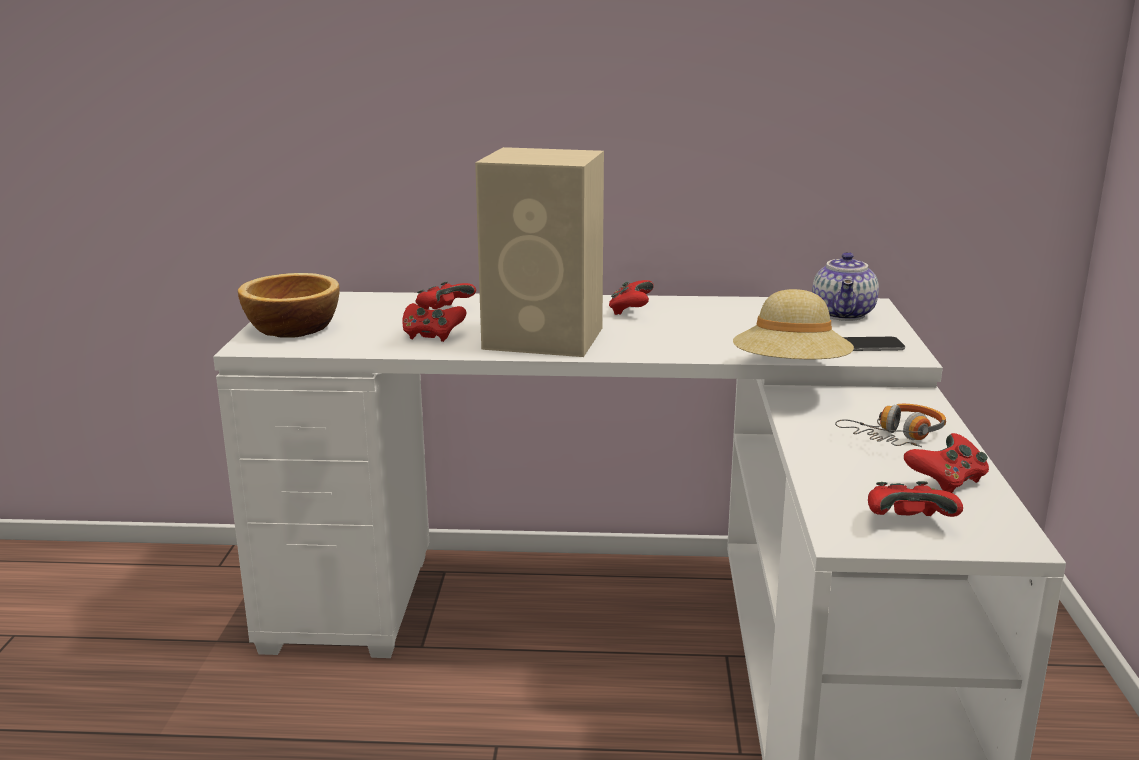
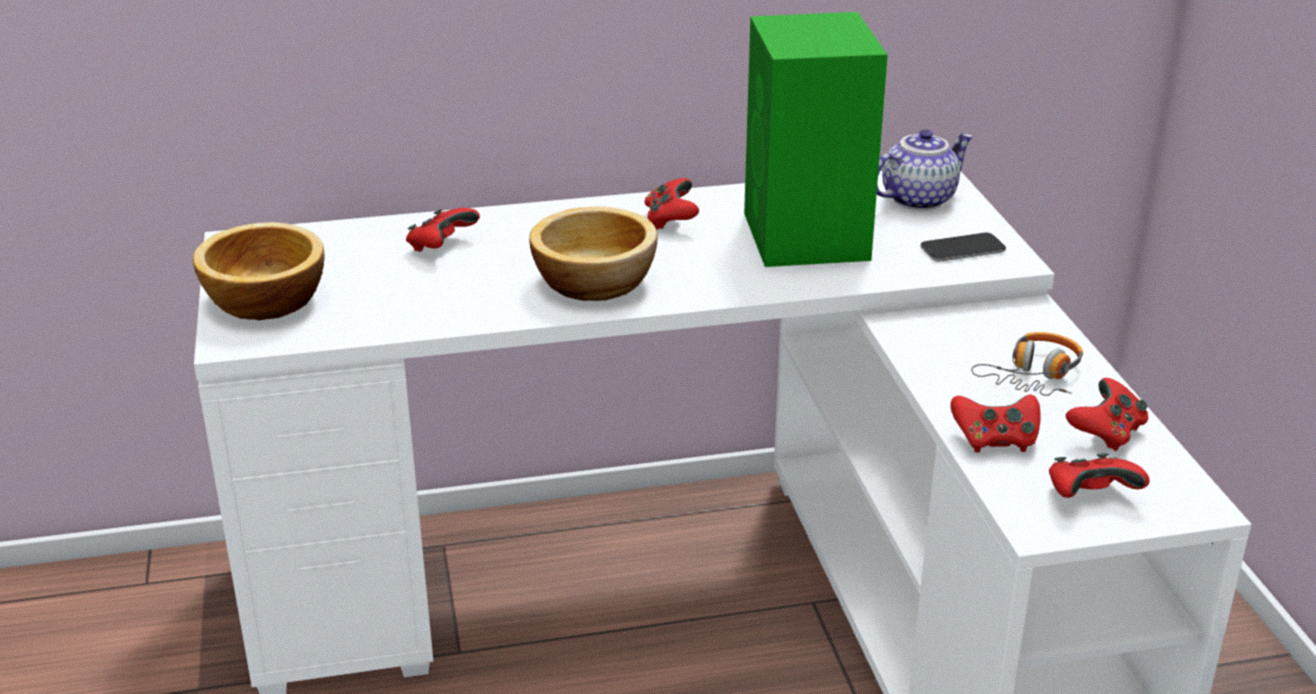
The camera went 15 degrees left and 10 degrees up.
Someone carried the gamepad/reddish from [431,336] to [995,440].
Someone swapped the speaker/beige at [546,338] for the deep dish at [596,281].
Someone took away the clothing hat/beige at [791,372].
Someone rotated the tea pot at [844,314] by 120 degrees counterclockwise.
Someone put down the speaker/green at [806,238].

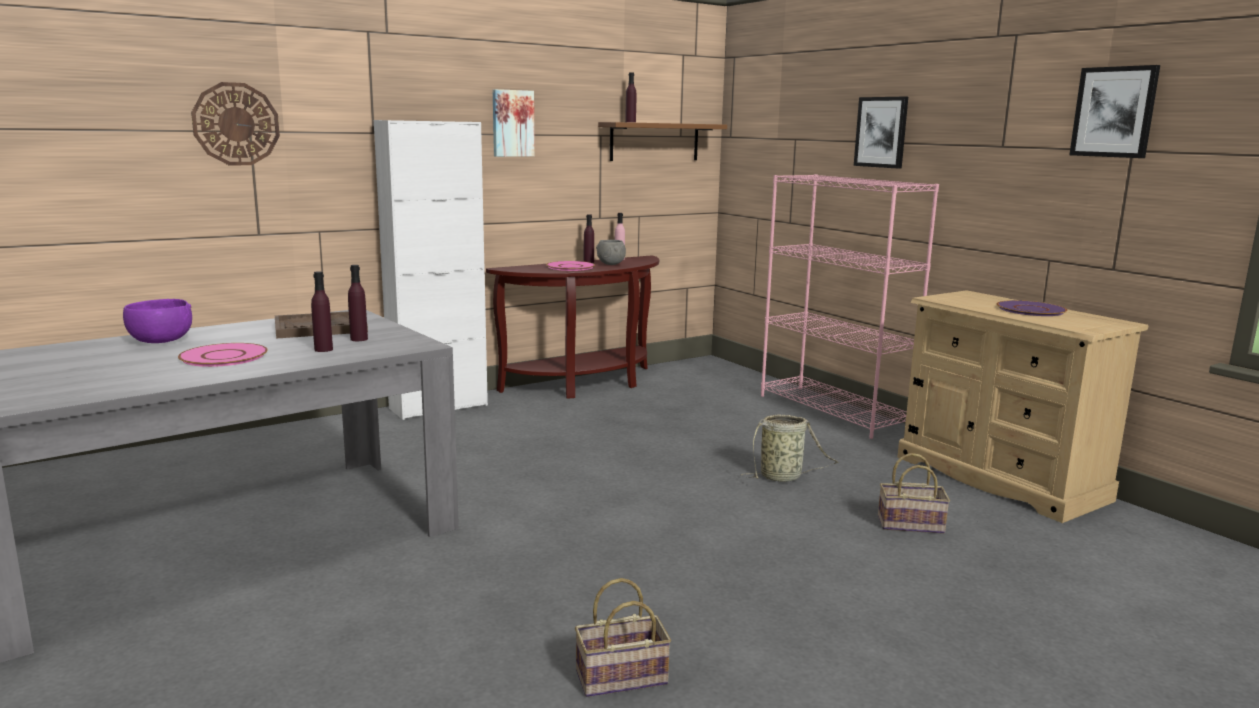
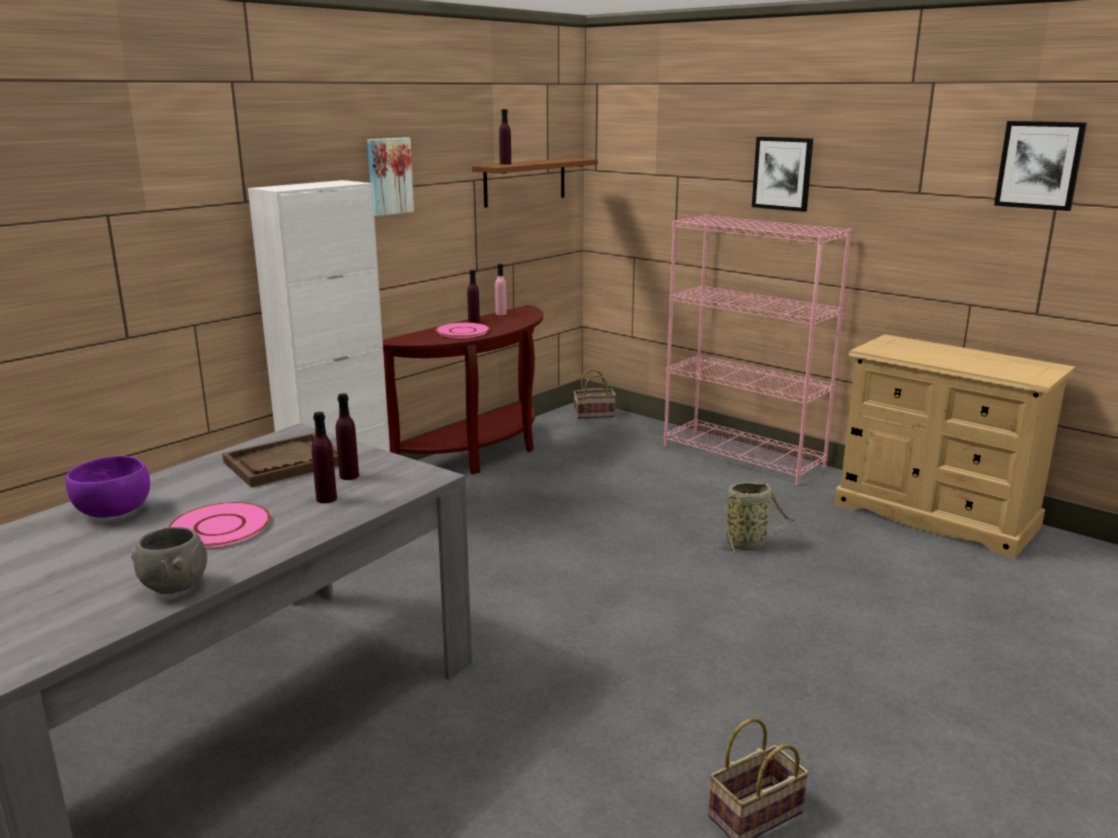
The camera went 15 degrees left and 5 degrees up.
Someone took away the wall clock at [236,124].
Someone carried the deep dish/gray from [610,264] to [173,587].
Someone carried the storage basket from [912,524] to [595,414].
Someone took away the dinner plate/purplish at [1031,310].

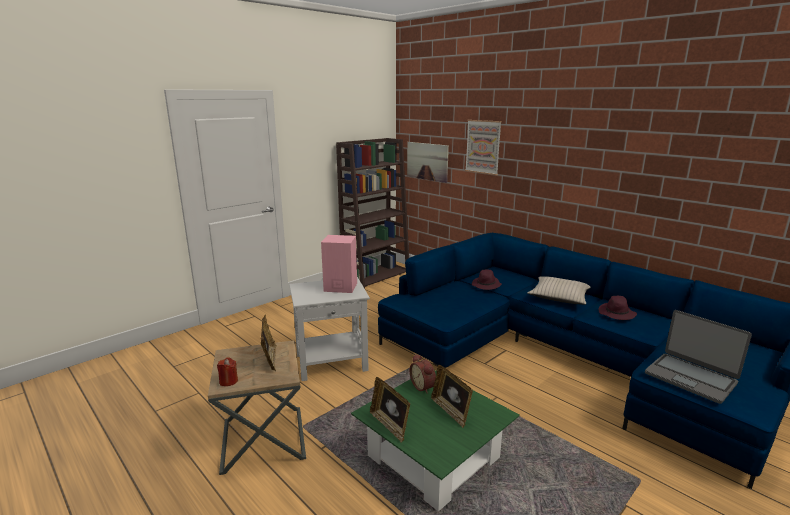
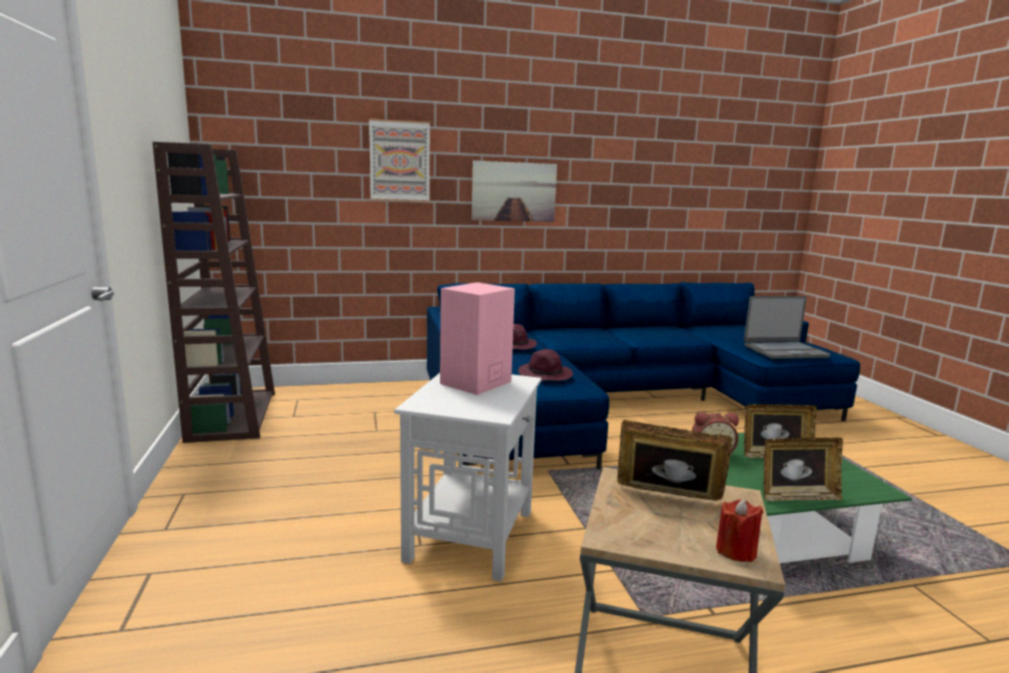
The camera went 60 degrees left and 5 degrees down.
Someone carried the wall picture from [427,161] to [514,191].
Someone took away the throw pillow/beige at [559,297].
Someone carried the clothing hat/purplish from [617,314] to [545,376].

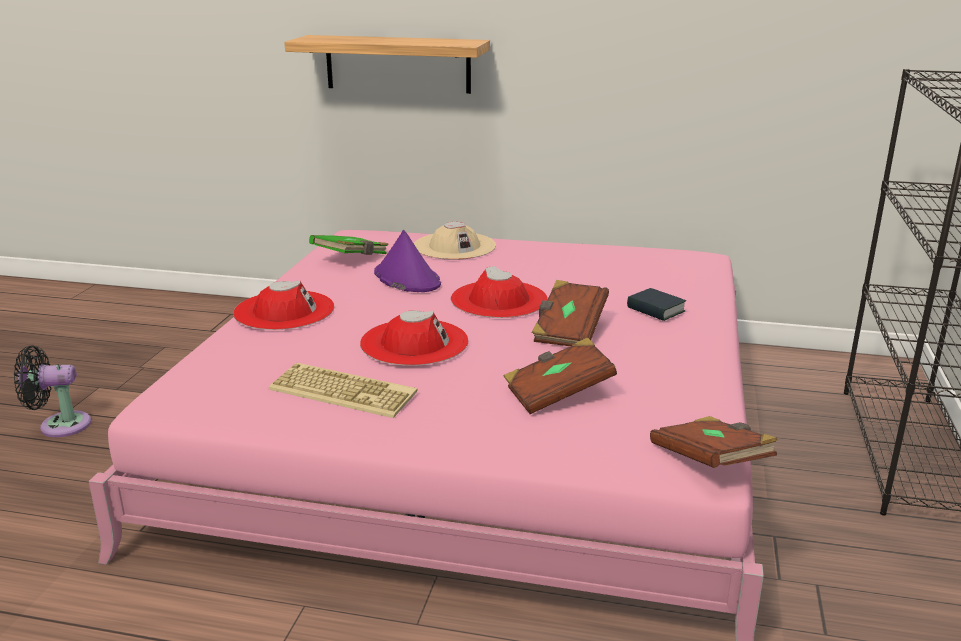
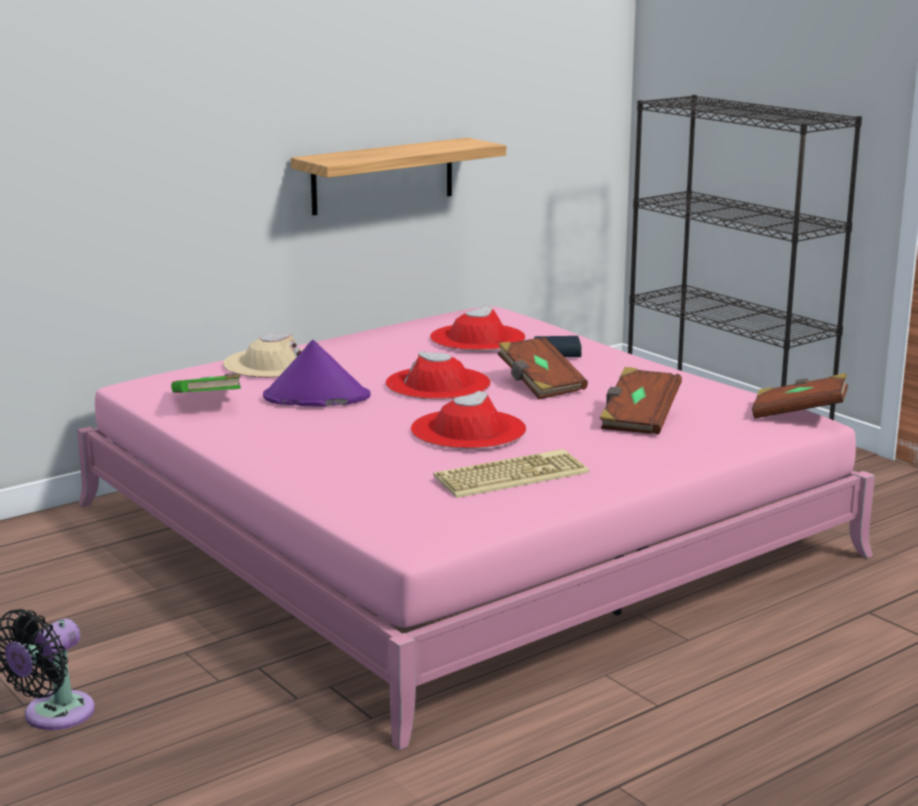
The camera went 50 degrees left and 5 degrees down.
Someone carried the clothing hat/reddish from [284,310] to [477,338].
Someone carried the shelf from [397,64] to [383,176].

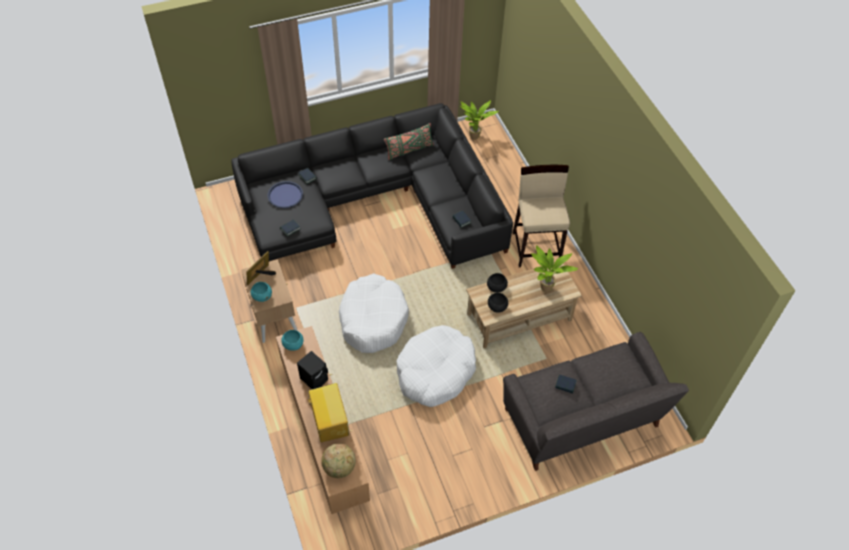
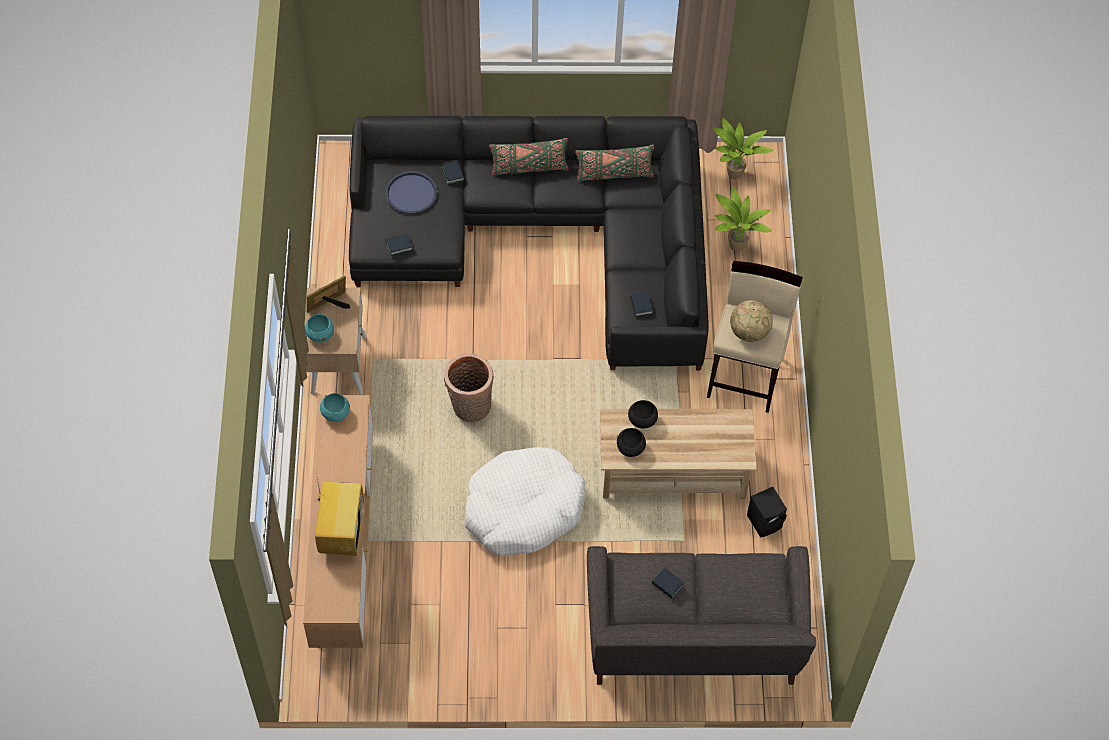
The camera went 20 degrees right and 5 degrees up.
Someone carried the speaker/black-coloured from [315,378] to [765,521].
Someone carried the globe from [339,468] to [749,332].
Someone swapped the dog bed/whitish at [373,319] for the storage basket at [470,408].
Someone carried the potted plant from [545,289] to [735,248].
Someone put down the throw pillow/green at [529,168].

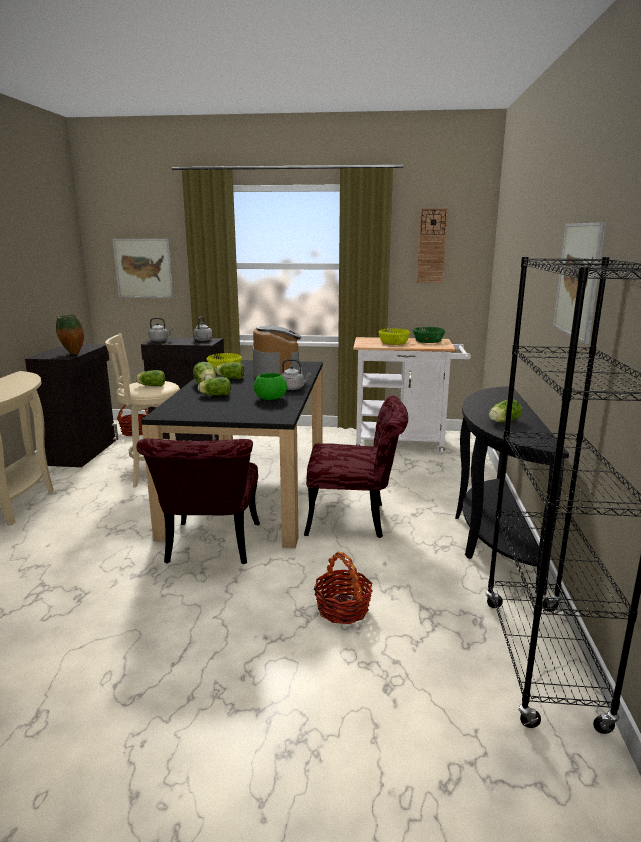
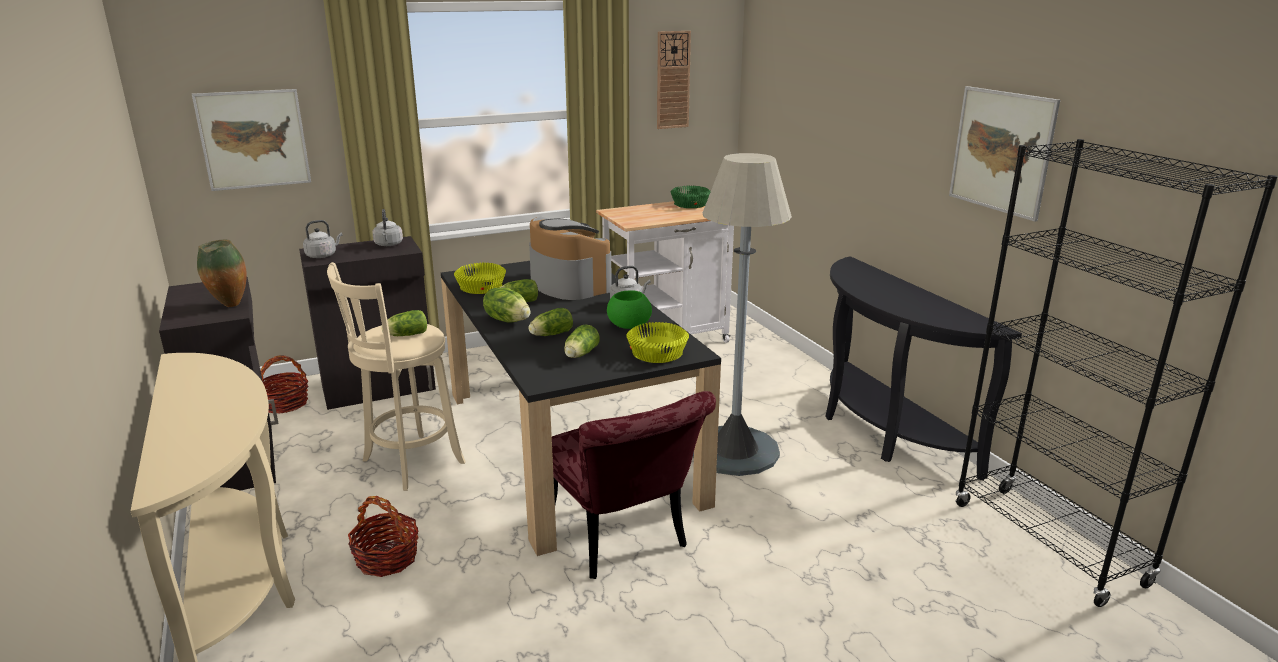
The camera went 30 degrees left and 5 degrees up.
Someone swapped the chair/reddish at [356,519] for the standing lamp/gray at [734,451].
Someone carried the storage basket from [343,609] to [387,558].
Someone carried the deep dish/yellow-coloured from [393,342] to [656,353].
Someone carried the lettuce head from [502,422] to [580,355].

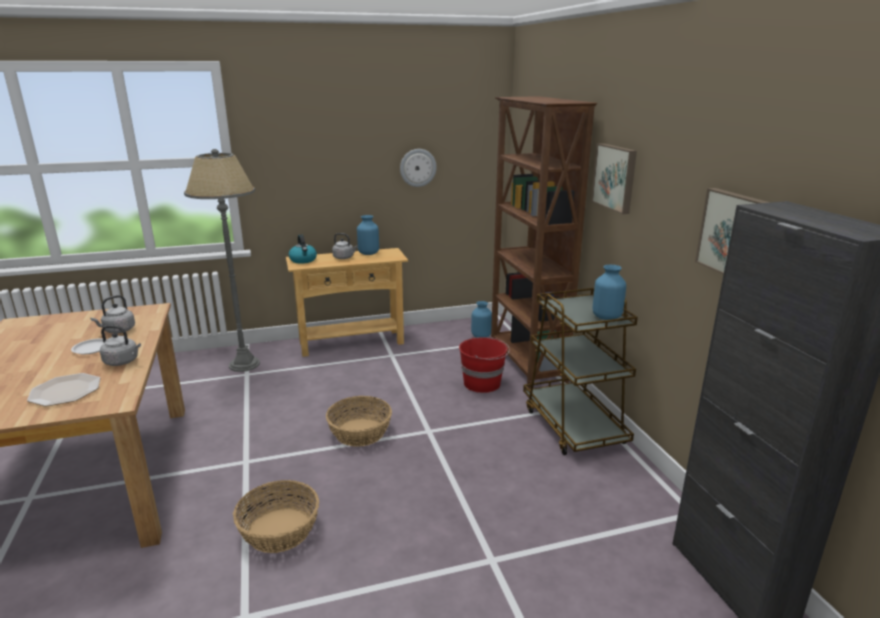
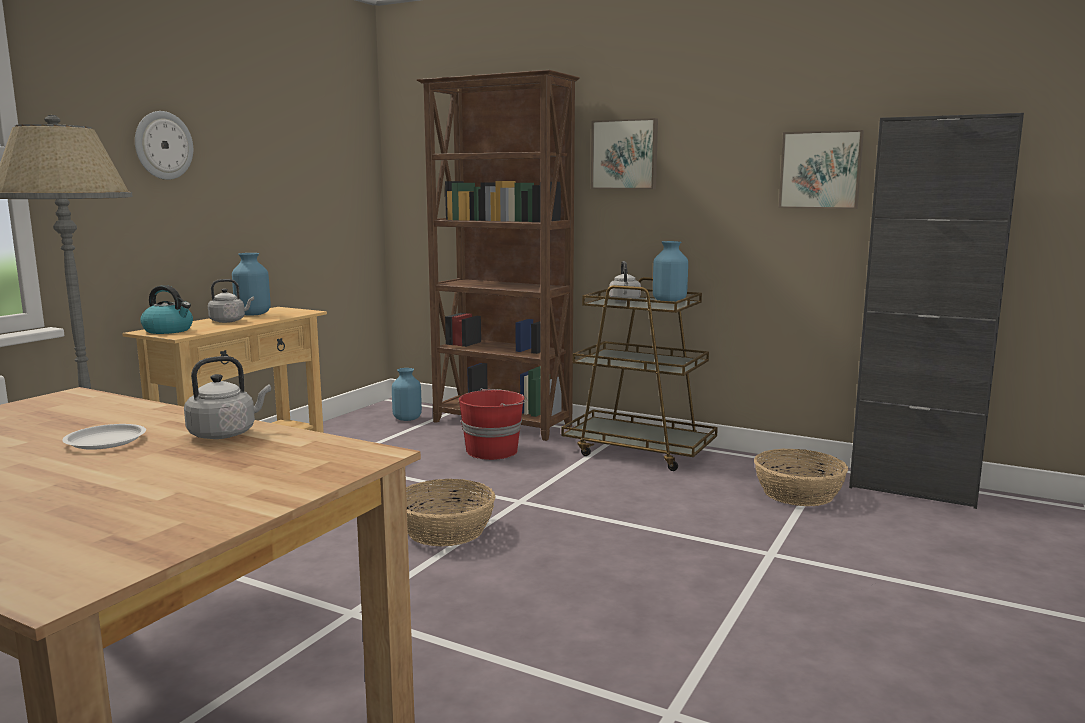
The camera went 45 degrees left and 10 degrees down.
Someone took away the dinner plate at [65,391].
Someone carried the water kettle/gray from [118,330] to [625,301].
Someone carried the storage basket from [280,530] to [798,493].
Someone carried the wall clock from [418,167] to [163,145].

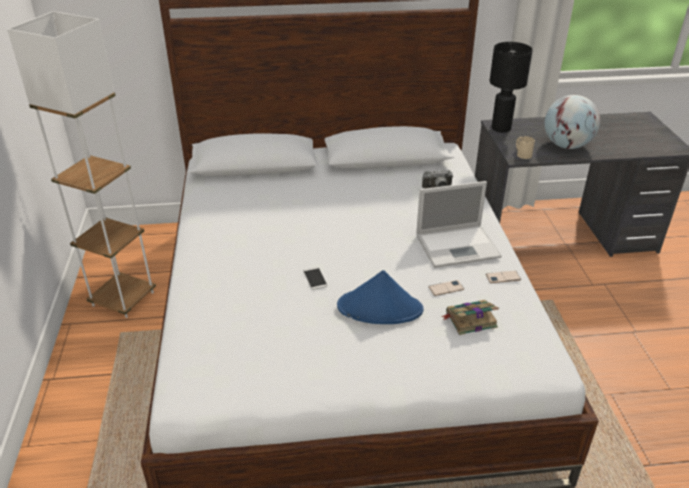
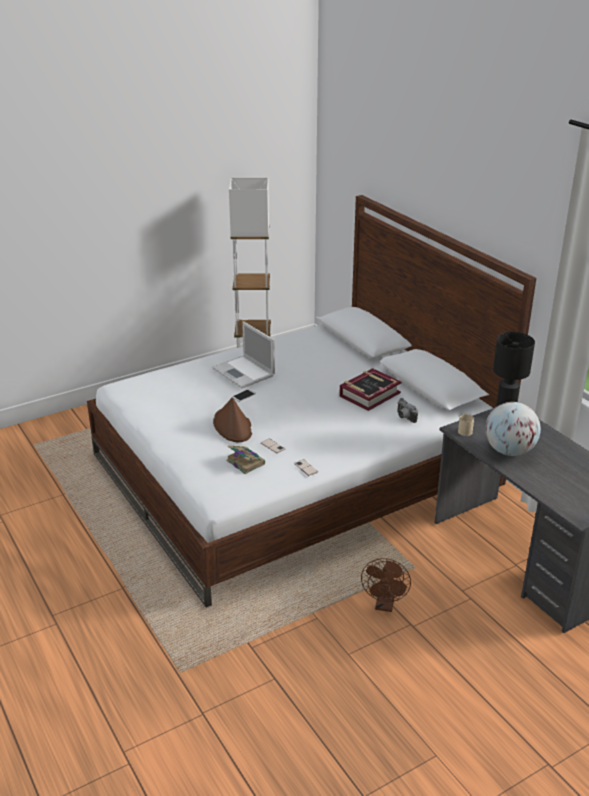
The camera went 65 degrees right and 5 degrees down.
Someone repainted the clothing hat/bluish at [380,308], which became the clothing hat/brownish at [233,426].
Someone carried the laptop from [459,246] to [244,372].
Someone put down the bound book at [369,394].
Someone put down the electric fan/brownish at [385,605].

